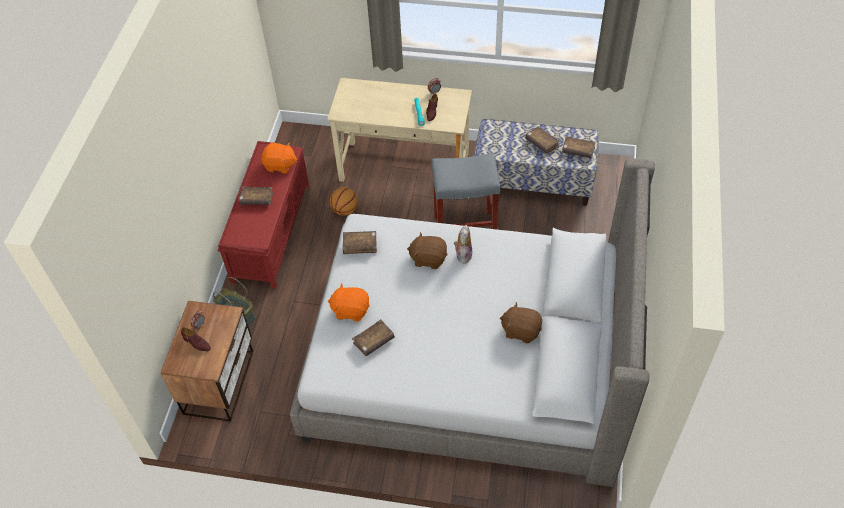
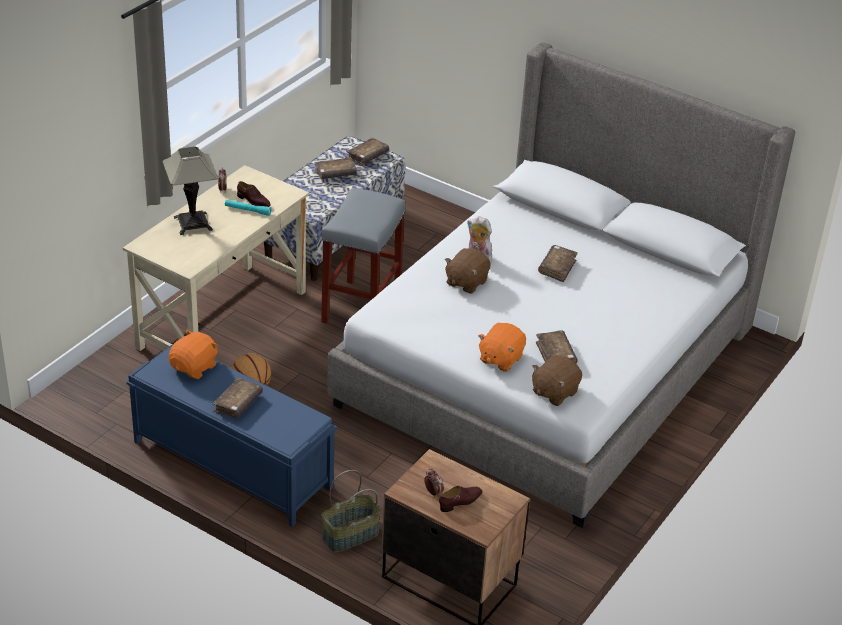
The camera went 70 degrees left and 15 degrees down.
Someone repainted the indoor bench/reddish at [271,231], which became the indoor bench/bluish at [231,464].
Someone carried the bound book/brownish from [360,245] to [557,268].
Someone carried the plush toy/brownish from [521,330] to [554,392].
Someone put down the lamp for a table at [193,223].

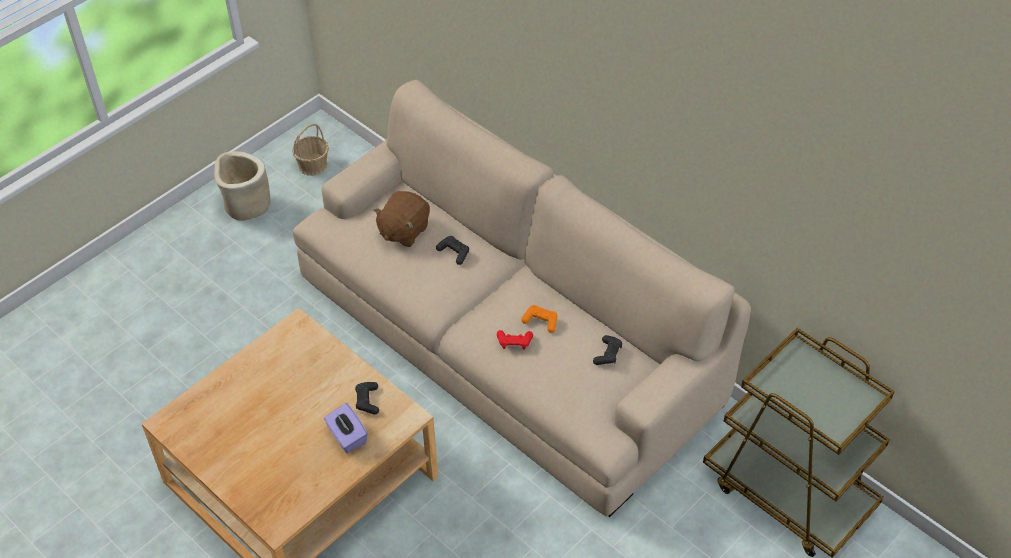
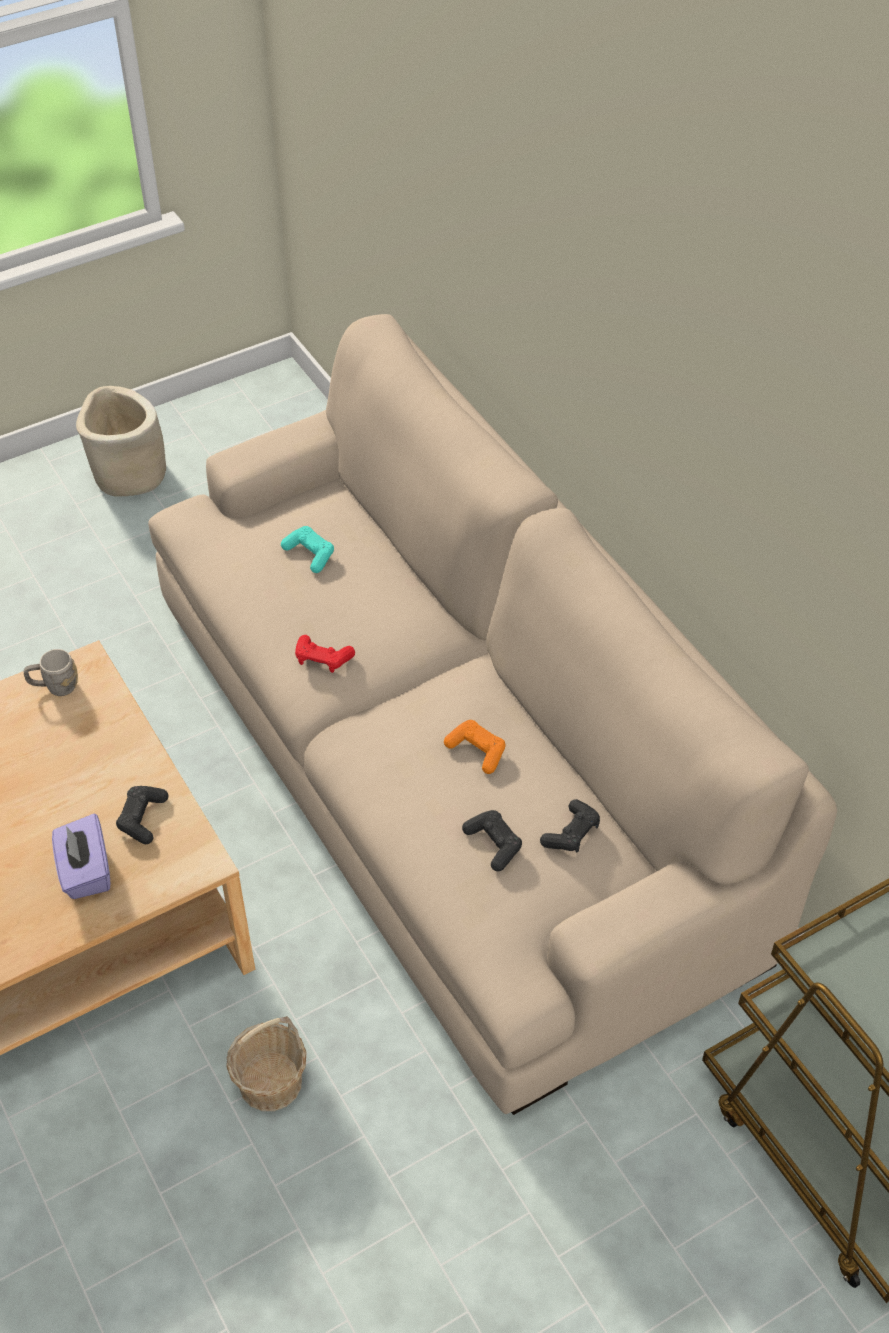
The camera went 15 degrees right and 0 degrees up.
Someone carried the storage basket from [313,165] to [271,1081].
Someone swapped the plush toy/brownish at [403,231] for the gamepad/turquoise at [310,554].
Someone carried the gamepad/black-coloured from [454,253] to [493,844].
Someone carried the gamepad/reddish from [514,342] to [323,659].
Someone put down the mug/gray at [54,687].

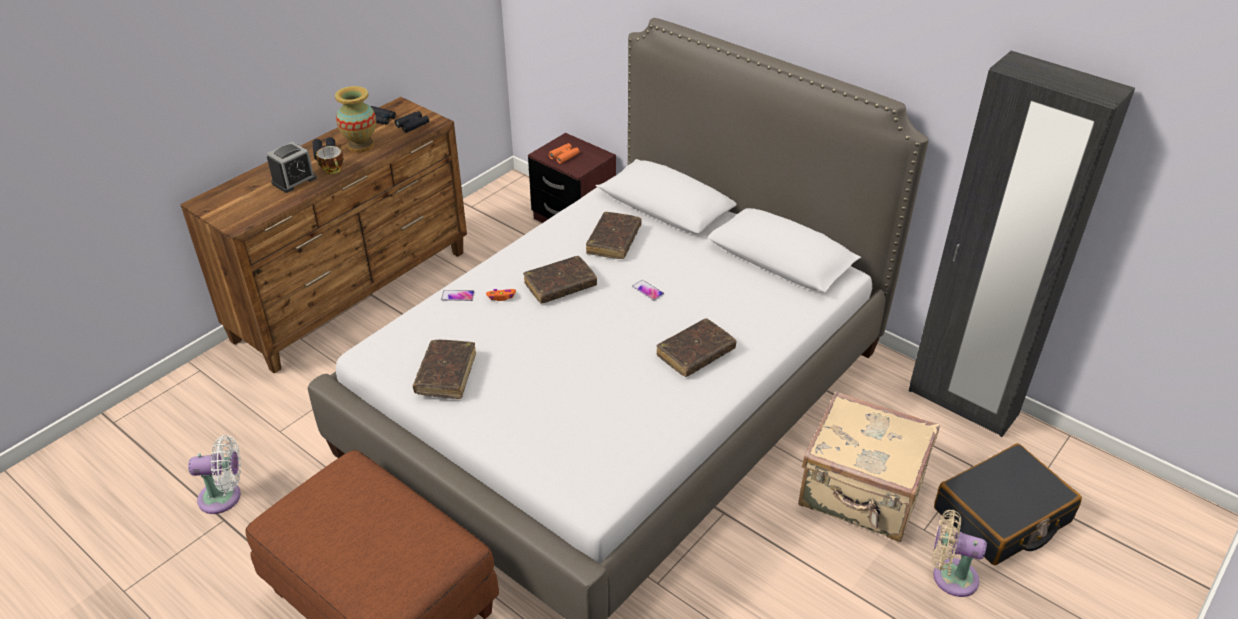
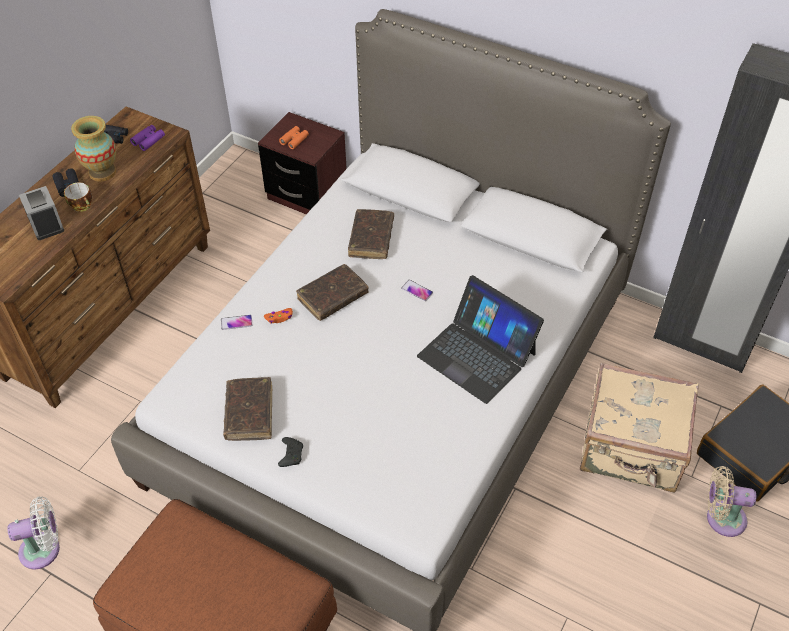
The camera went 10 degrees left and 10 degrees up.
Someone rotated the alarm clock at [294,180] by 60 degrees counterclockwise.
Someone repainted the field glasses/black-coloured at [412,125], which became the field glasses/purplish at [148,140].
Someone swapped the bound book/brownish at [695,354] for the laptop at [477,354].
Someone put down the gamepad/black-coloured at [291,454].

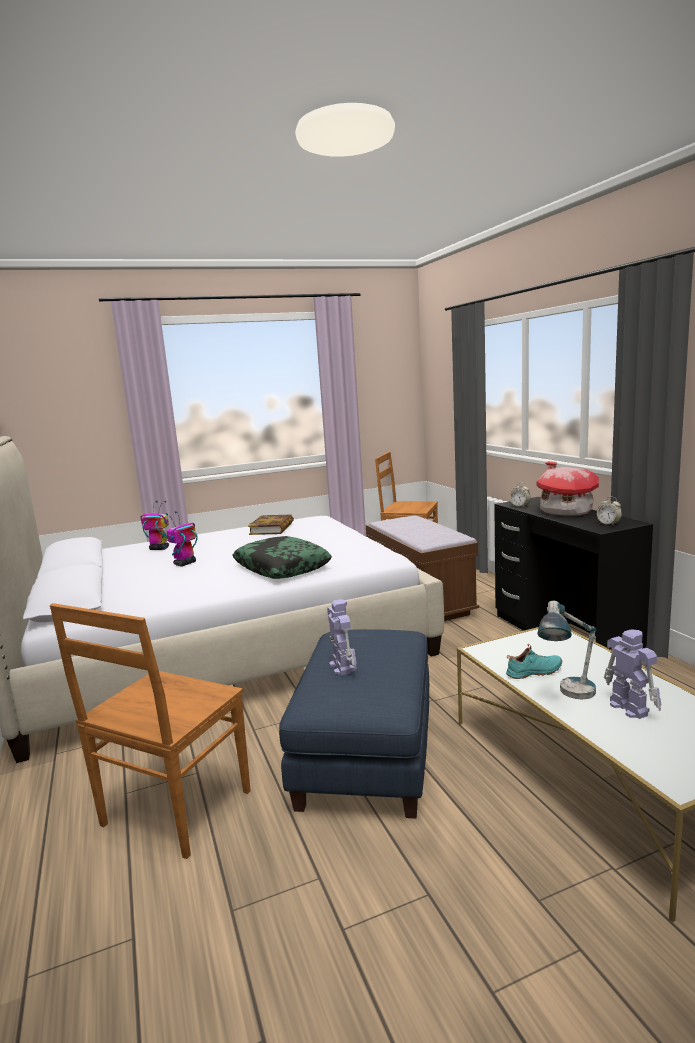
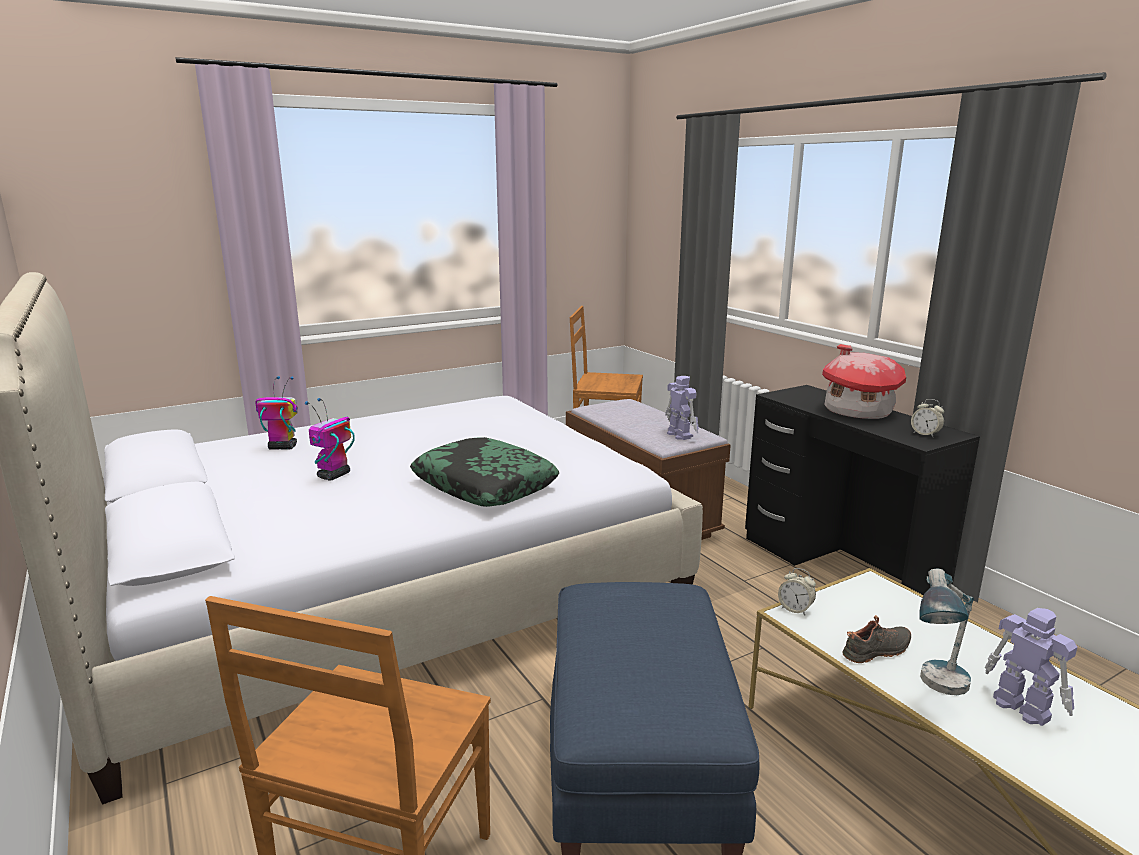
The camera went 10 degrees left and 5 degrees up.
Someone took away the bound book at [272,528].
Someone carried the toy robot from [342,666] to [679,434].
Someone repainted the item of footwear/turquoise at [535,672], which became the item of footwear/black-coloured at [877,652].
Someone carried the alarm clock from [520,506] to [795,609].

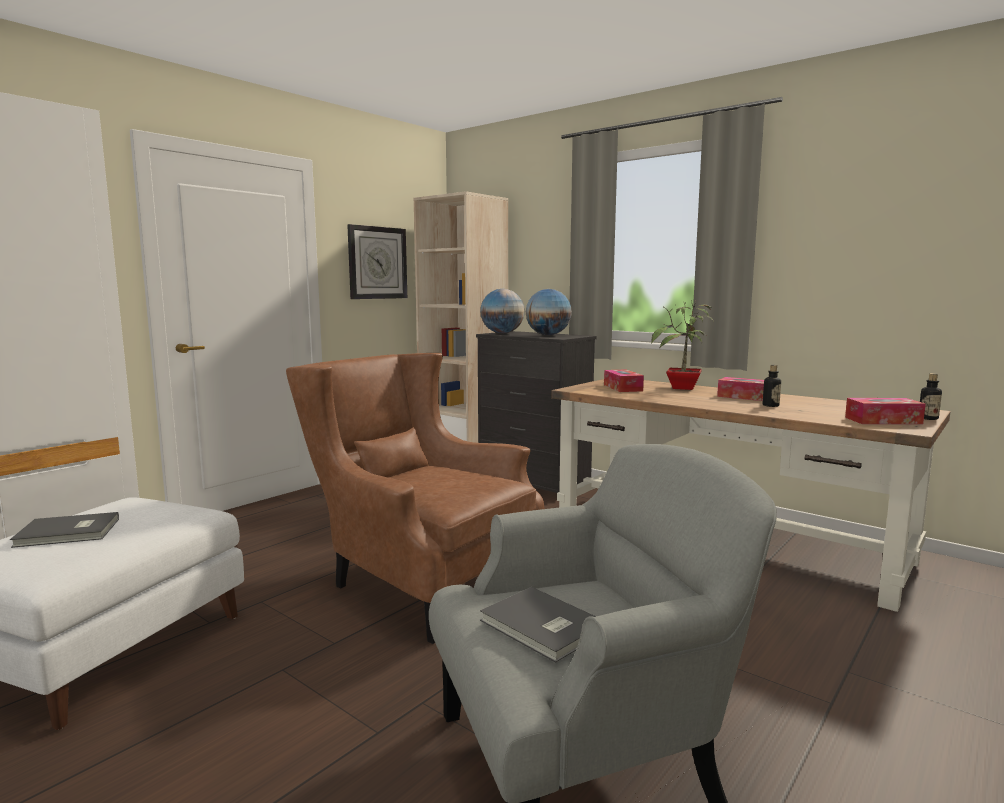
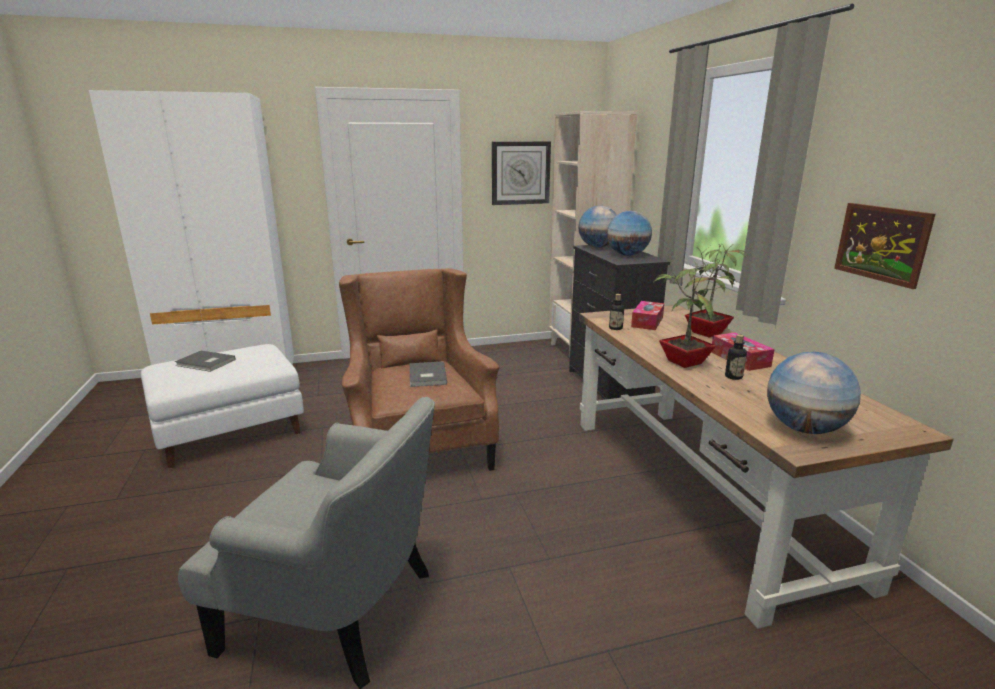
The camera went 35 degrees right and 10 degrees up.
Someone carried the bound book/gray from [541,628] to [426,376].
Someone swapped the tissue holder at [883,420] for the globe at [805,429].
Someone carried the beverage bottle from [928,418] to [615,328].
Someone put down the potted plant at [683,361].
Someone put up the wall picture at [881,243].

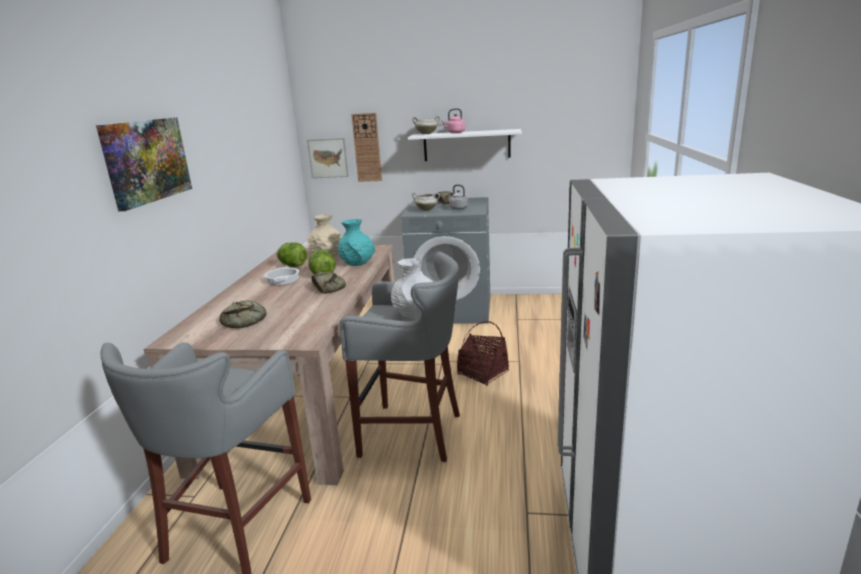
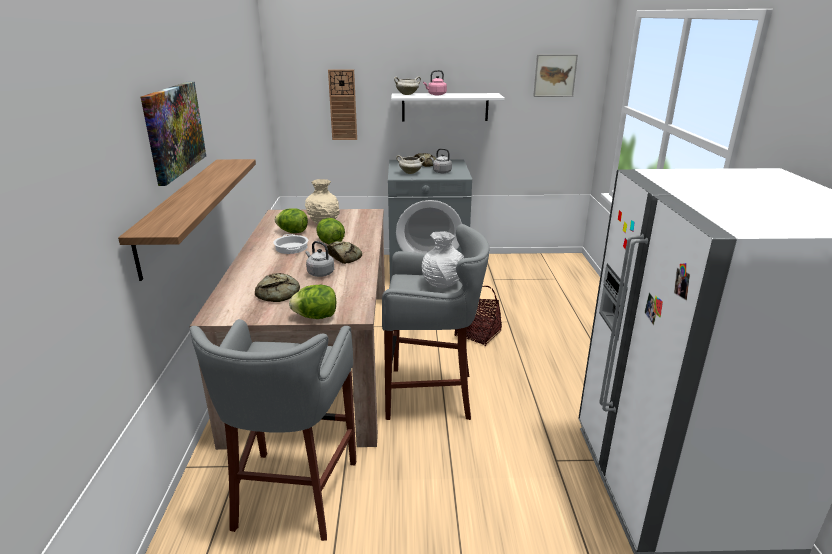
The camera went 10 degrees left and 5 degrees up.
Someone carried the wall picture from [328,158] to [555,75].
Someone took away the flower vase/turquoise at [357,263].
Someone put up the shelf at [181,212].
Someone put down the lettuce head at [316,317].
Someone put down the water kettle/gray at [319,273].

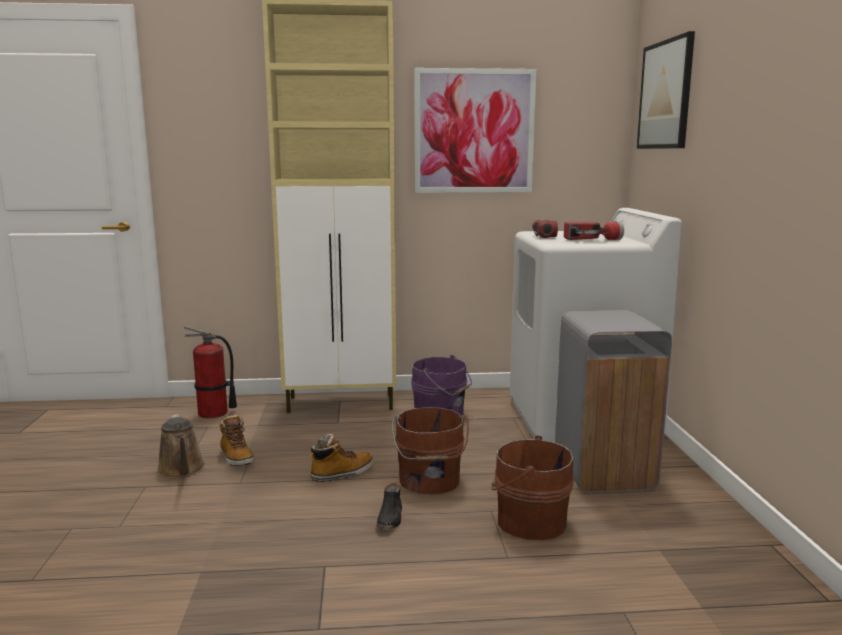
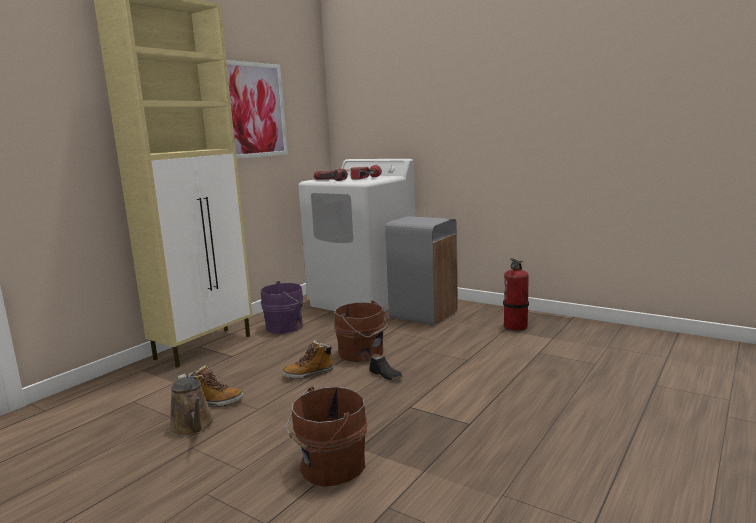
The camera went 50 degrees left and 0 degrees up.
Someone rotated the sprinkling can/brownish at [182,470] by 45 degrees clockwise.
Someone carried the fire-fighting cylinder from [213,413] to [516,326].
Someone rotated the high-top boot at [342,474] by 120 degrees counterclockwise.
Someone carried the bucket/brownish from [528,521] to [329,466].
Someone took away the wall picture at [665,95].

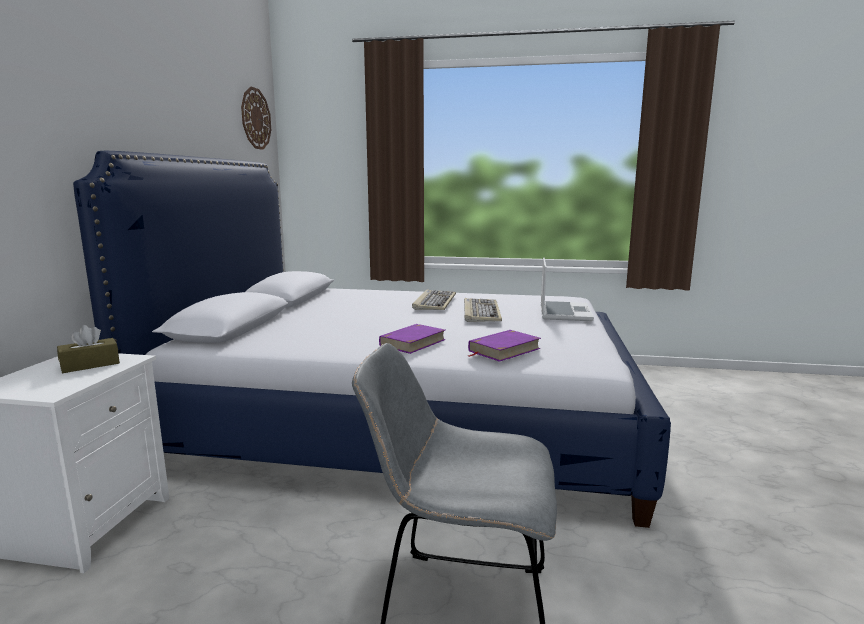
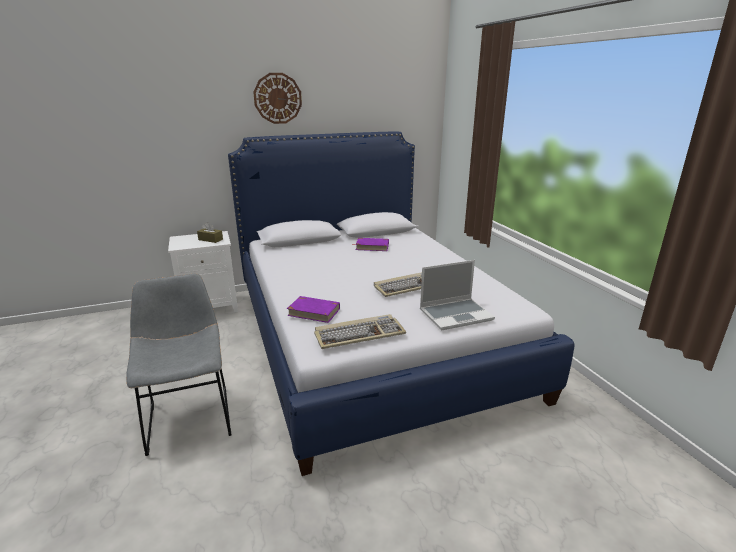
The camera went 60 degrees right and 10 degrees up.
Someone carried the wall clock from [255,118] to [277,98].
Someone carried the bound book/purplish from [412,343] to [372,247].
Someone carried the computer keyboard from [434,302] to [359,334].

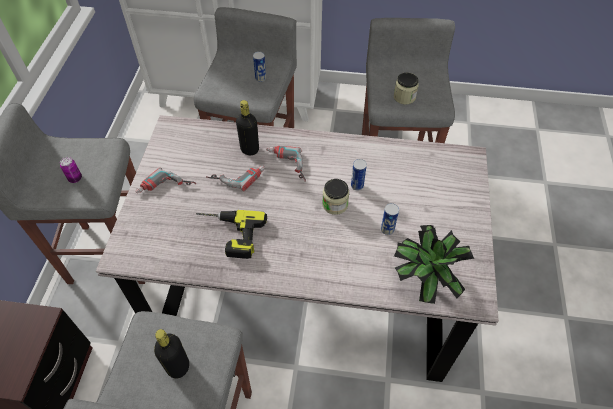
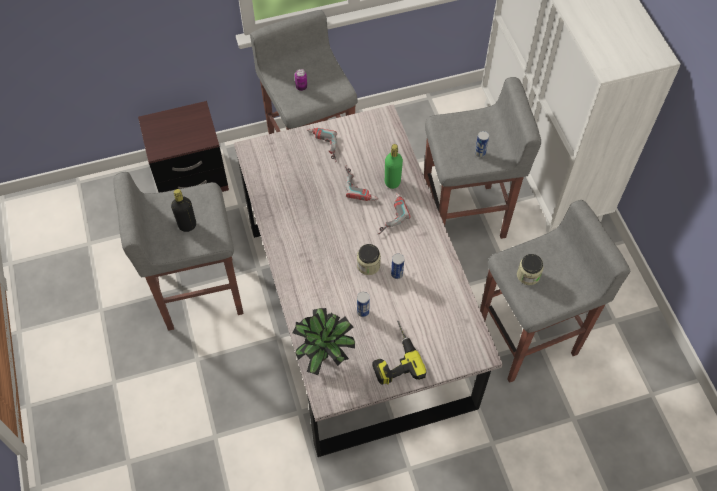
The camera went 65 degrees right and 5 degrees up.
Someone carried the drill from [228,235] to [393,356].
Someone repainted the beverage bottle/black-coloured at [250,149], which became the beverage bottle/green at [392,182].

